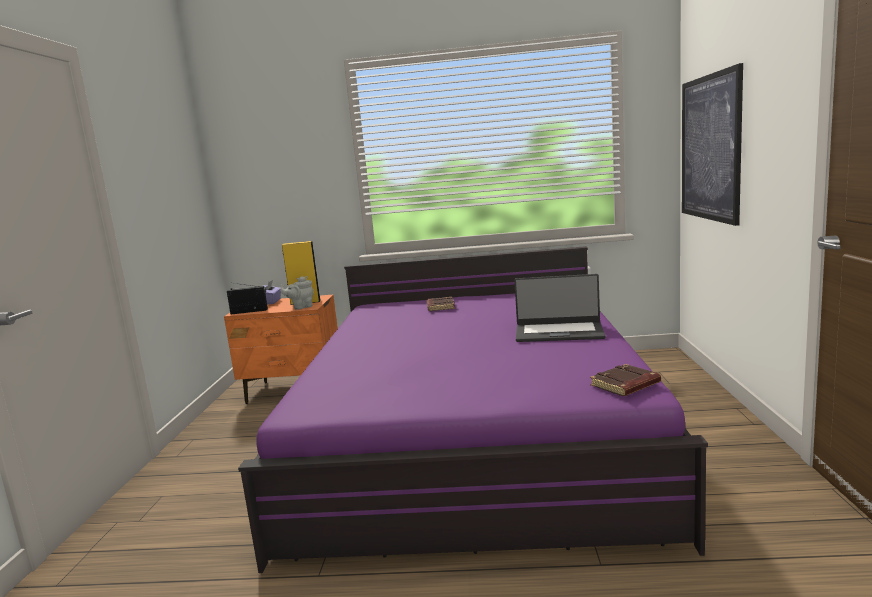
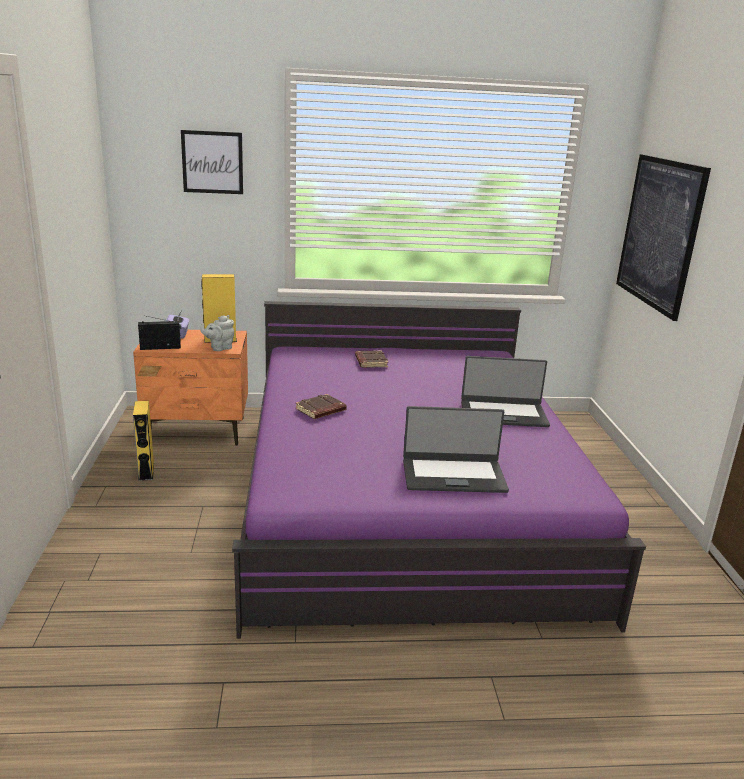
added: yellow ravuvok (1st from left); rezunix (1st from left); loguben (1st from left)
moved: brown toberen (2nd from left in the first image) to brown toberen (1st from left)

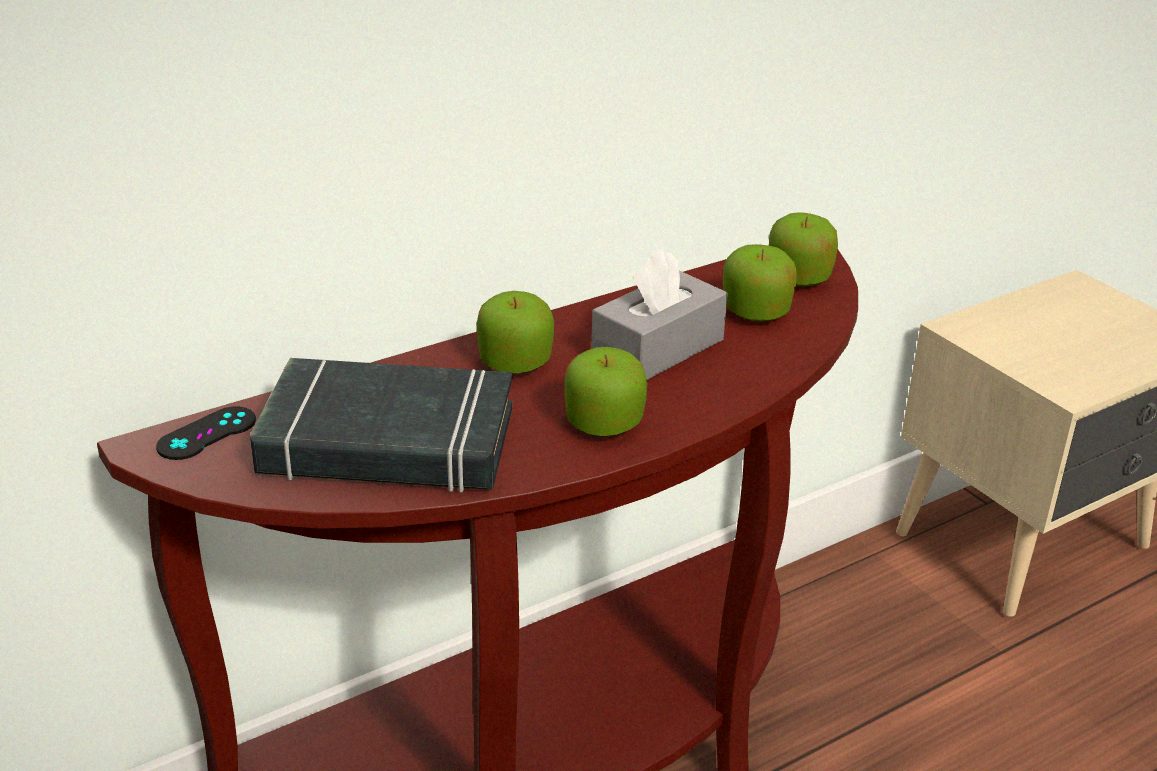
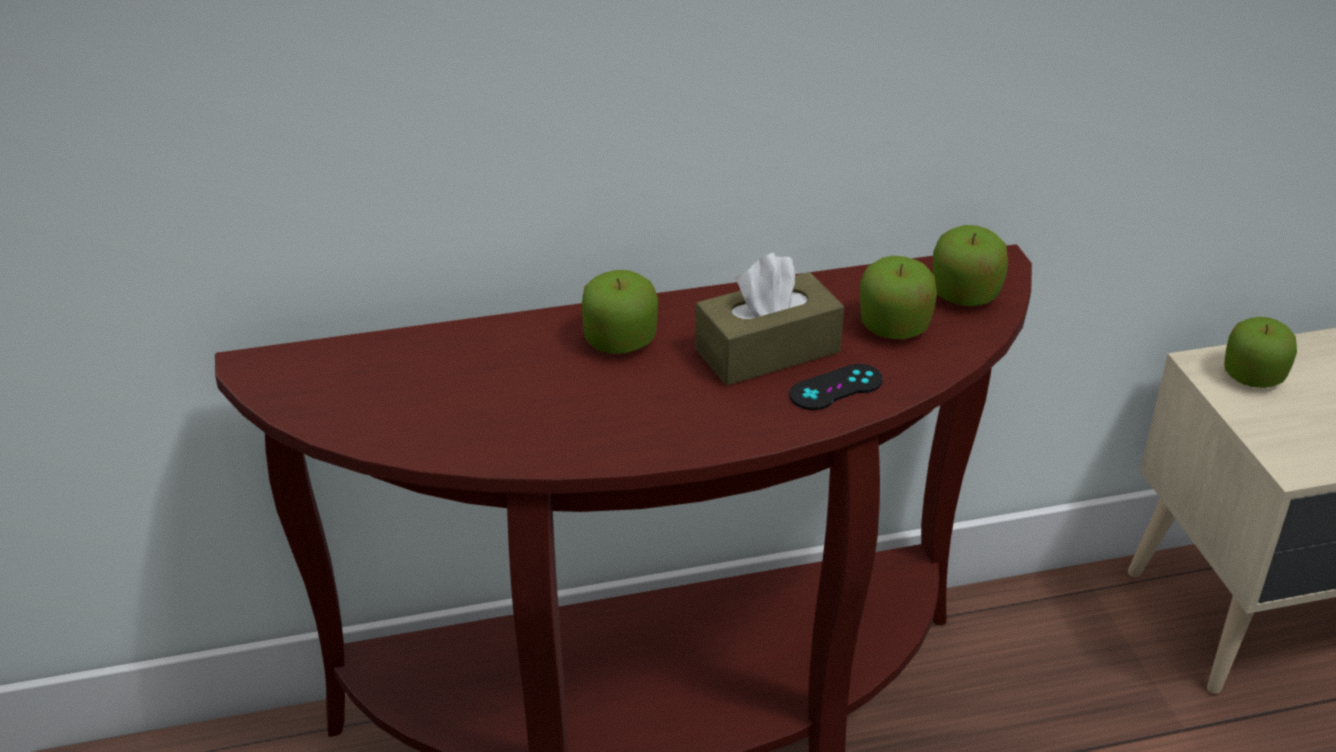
removed: black toberen
moved: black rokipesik; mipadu (2nd from left in the first image) to mipadu (4th from left)
recoloured: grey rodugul to brown rodugul

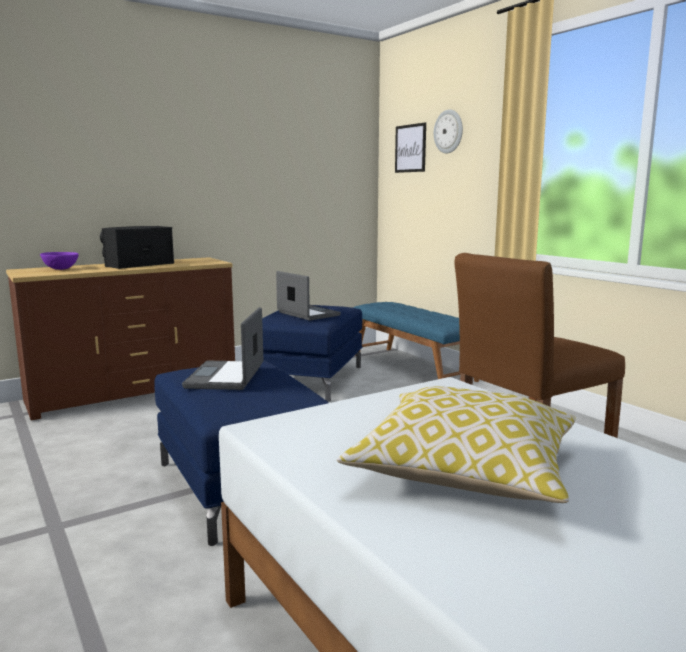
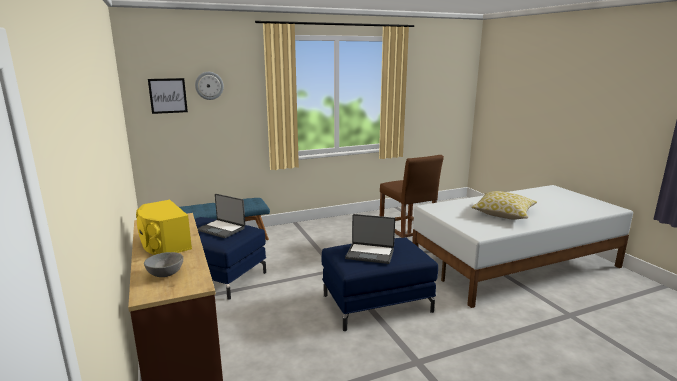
recoloured: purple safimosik to grey safimosik; black ravuvok to yellow ravuvok
turned: loguben (2nd from left in the first image) 120 degrees counterclockwise

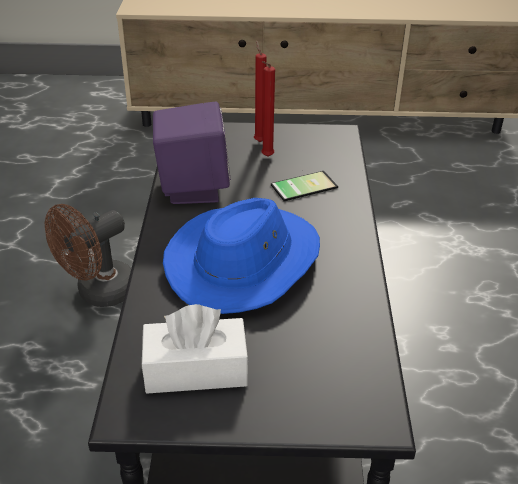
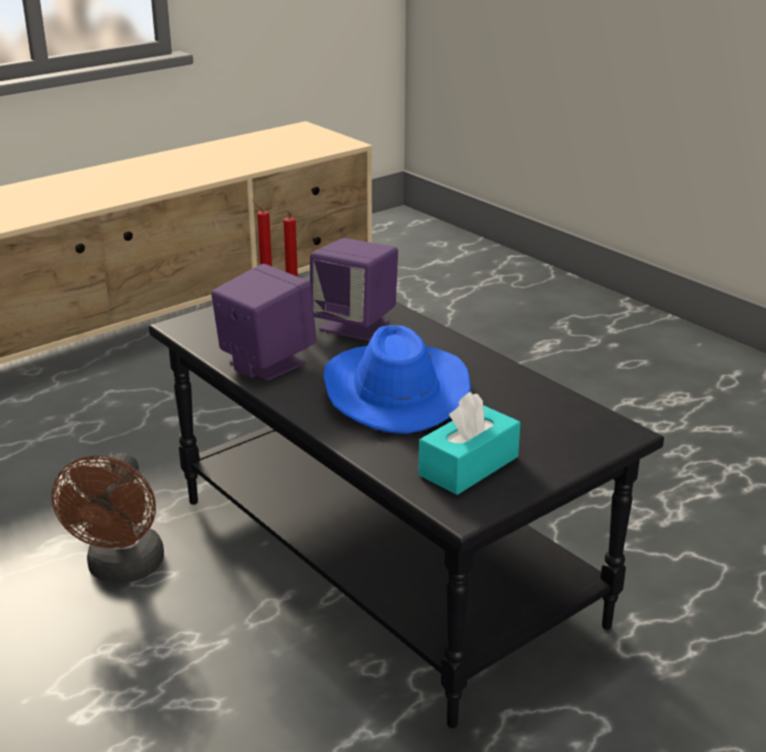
replaced: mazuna to purple ravuvok (2nd from left)
recoloured: white rodugul to turquoise rodugul

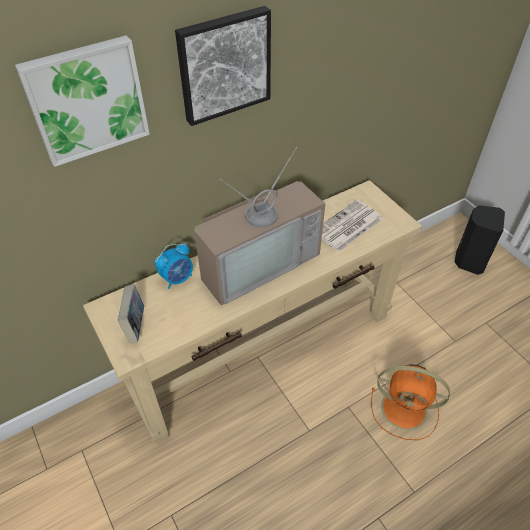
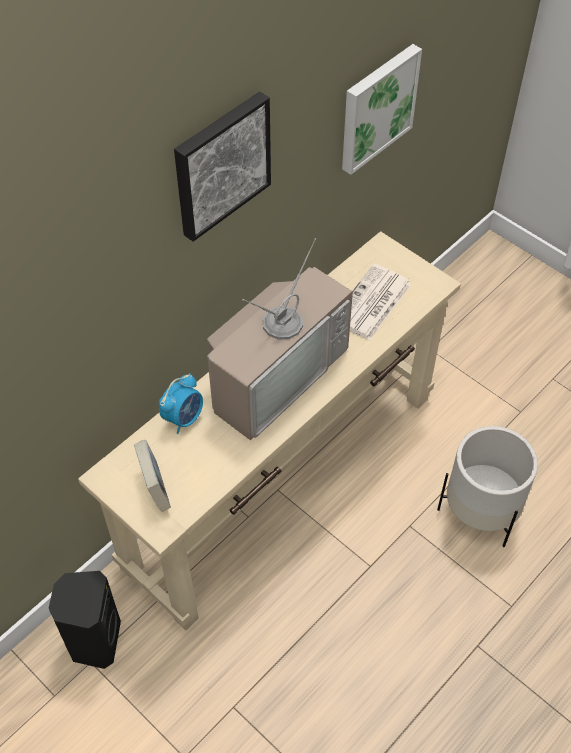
moved: rezunix (1st from left in the first image) to rezunix (2nd from left); black ravuvok
replaced: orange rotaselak to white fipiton

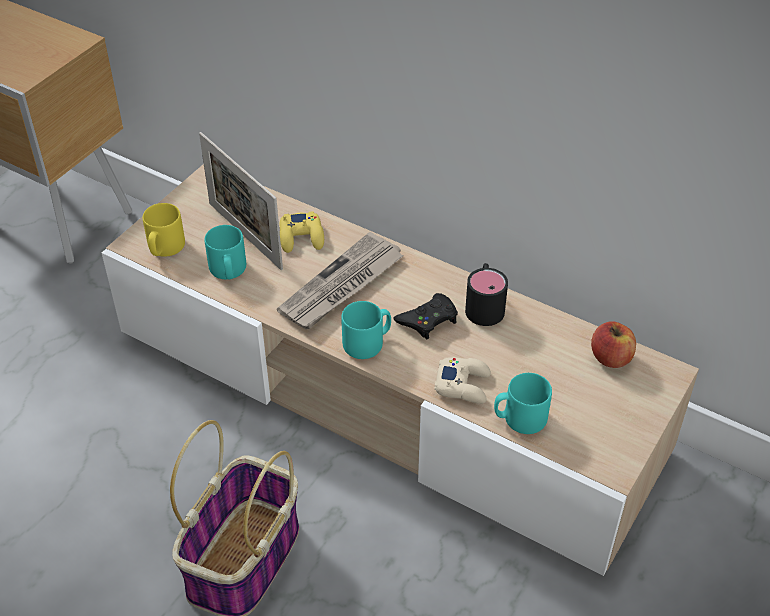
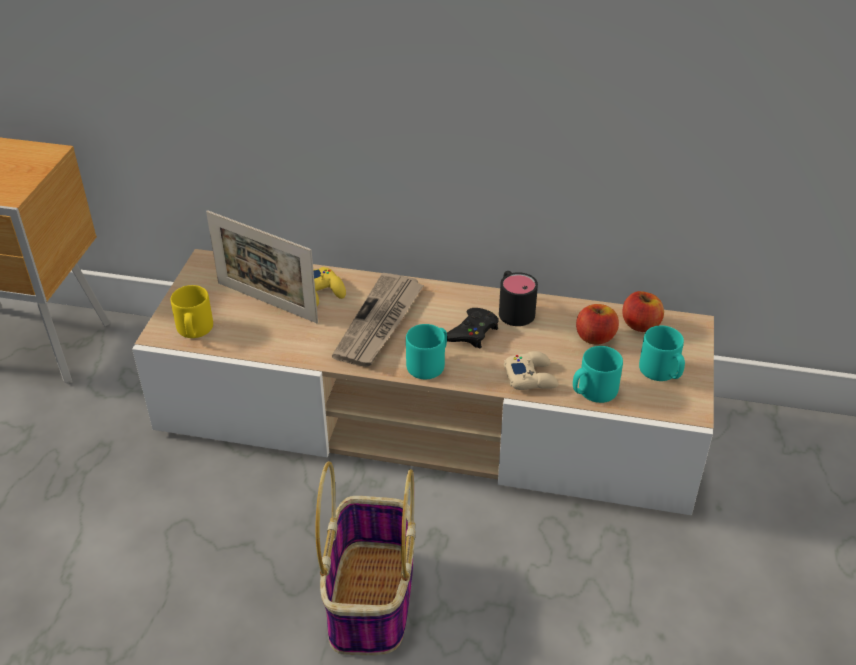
added: mipadu (1st from left)
moved: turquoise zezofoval (1st from left in the first image) to turquoise zezofoval (3rd from left)

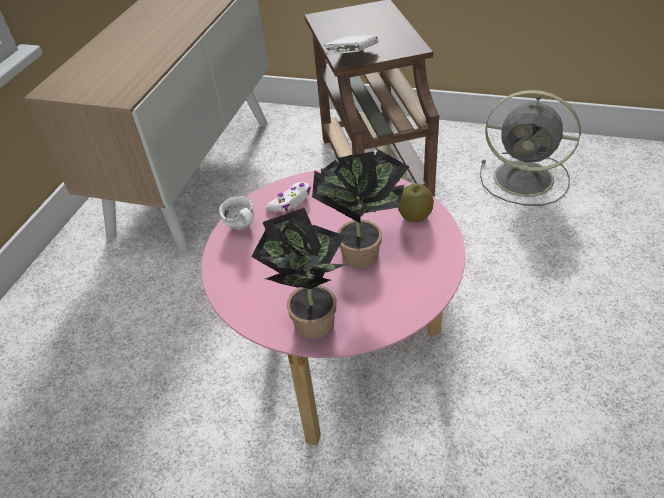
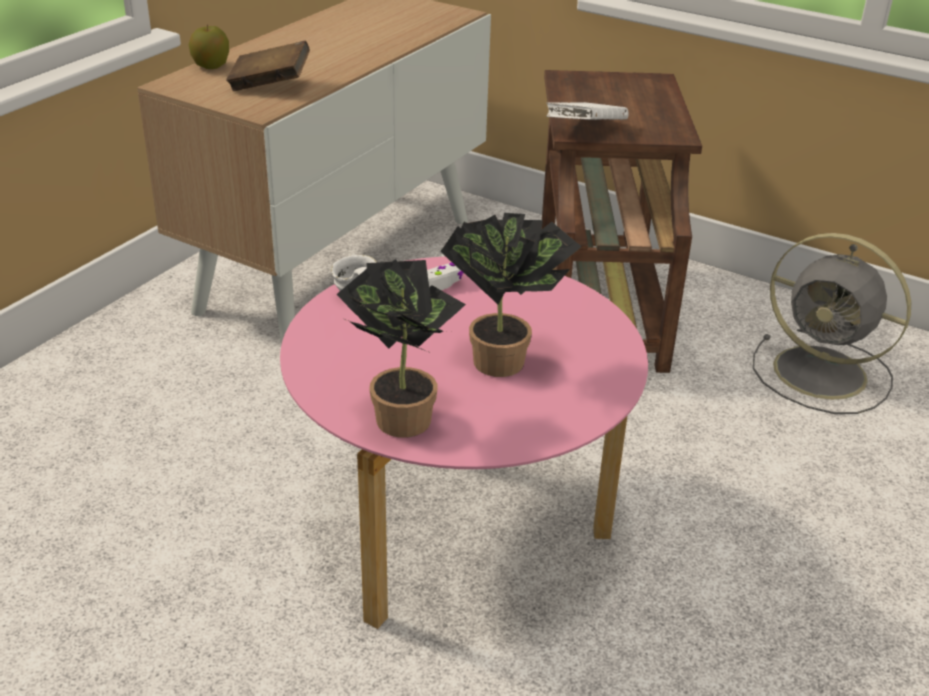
added: brown toberen
moved: mipadu

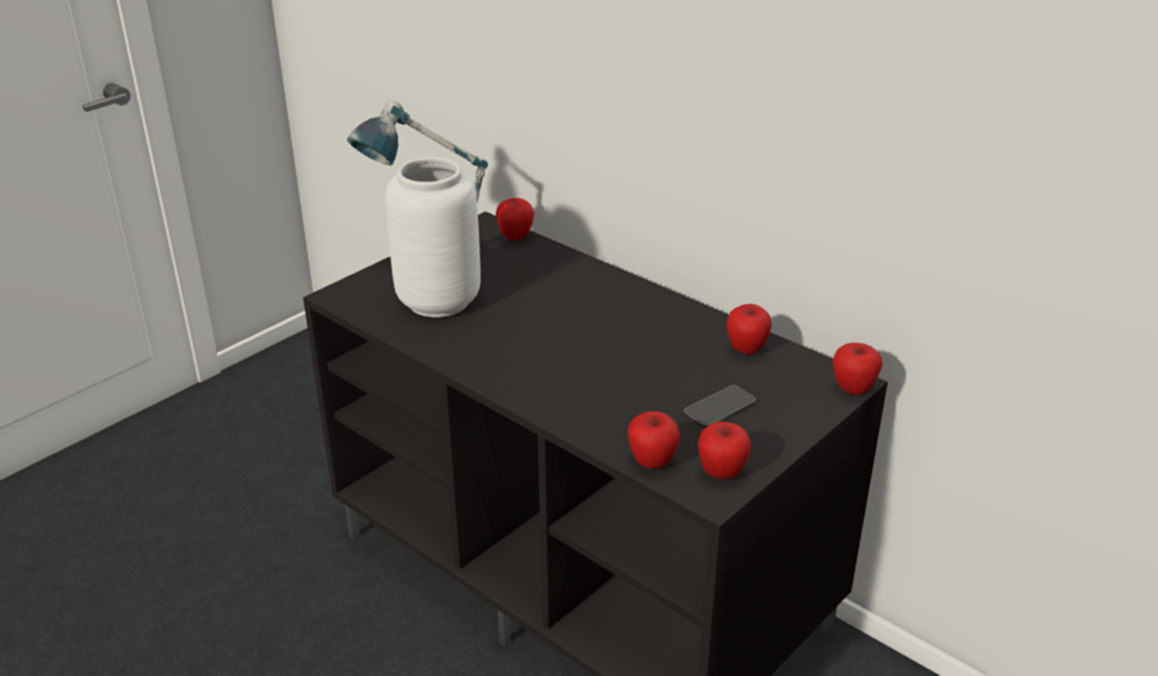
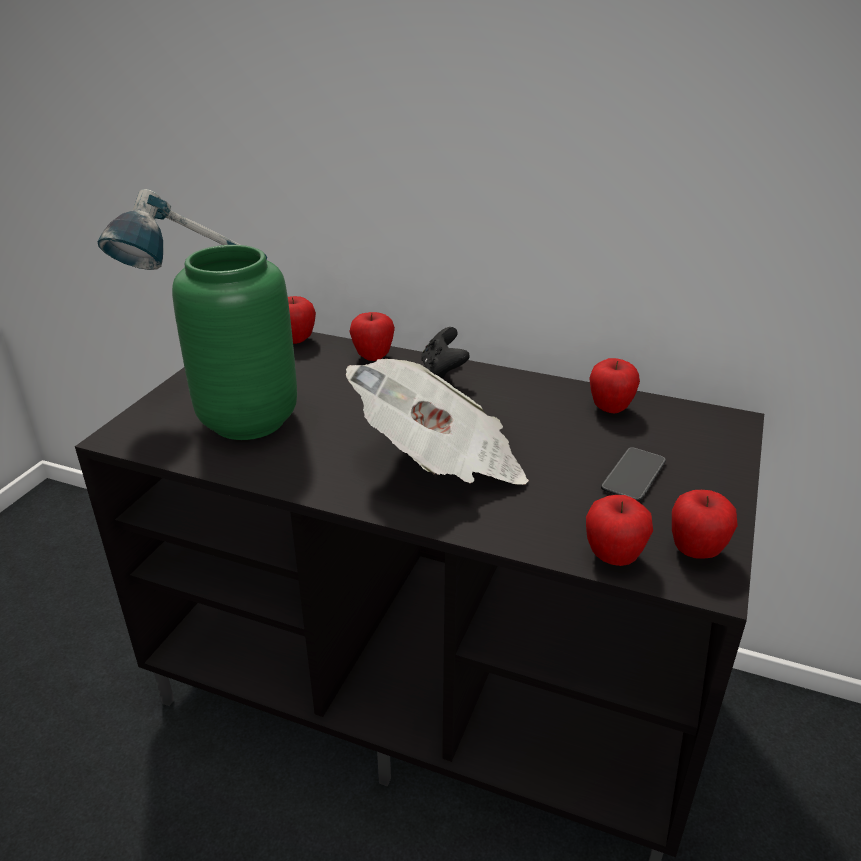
added: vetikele; black rokipesik
moved: mipadu (5th from left in the first image) to mipadu (2nd from left)
recoloured: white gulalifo to green gulalifo

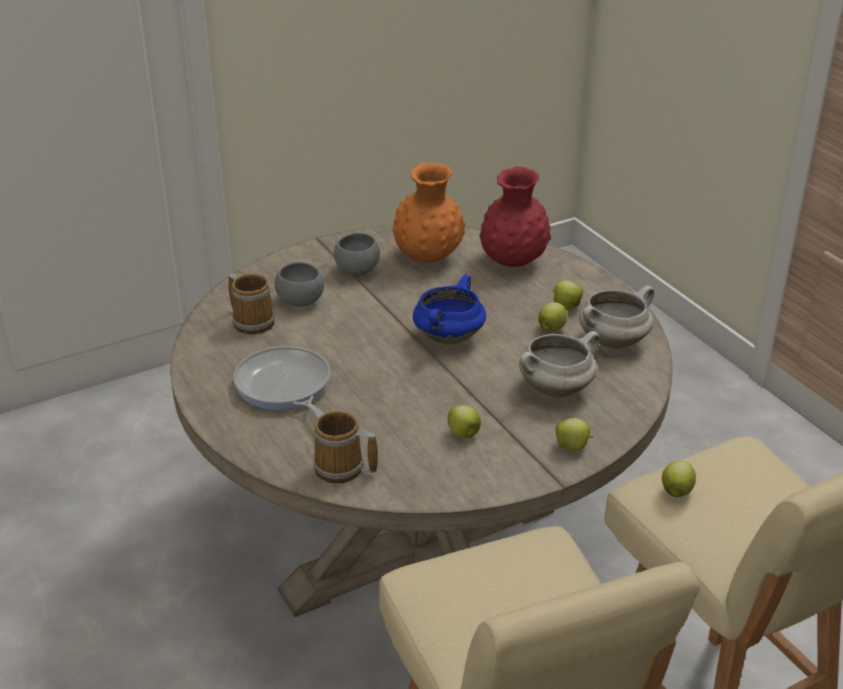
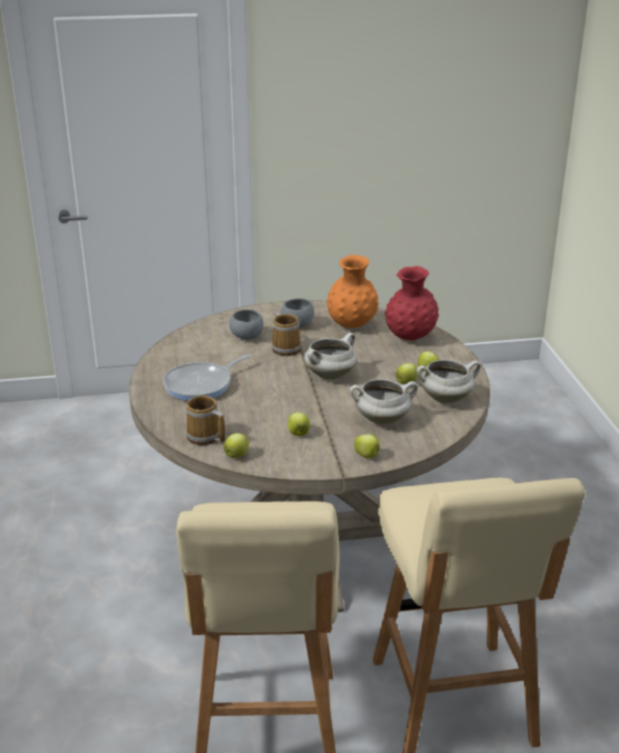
moved: zezofoval (1st from left in the first image) to zezofoval (2nd from left); mipadu (5th from left in the first image) to mipadu (1st from left)
recoloured: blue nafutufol to white nafutufol (1st from left)
turned: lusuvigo 120 degrees counterclockwise

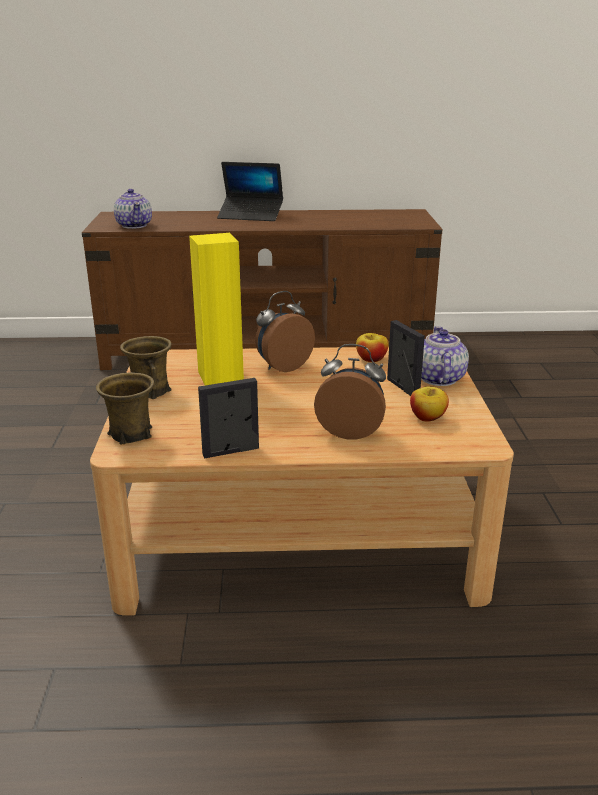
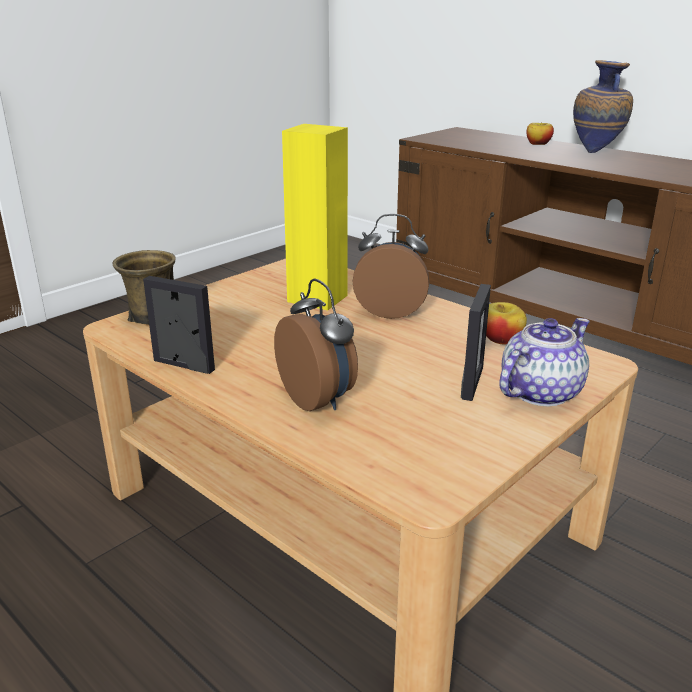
removed: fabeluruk (1st from left); brown zezofoval (2nd from left)
moved: mipadu (2nd from left)
replaced: loguben to gulalifo

